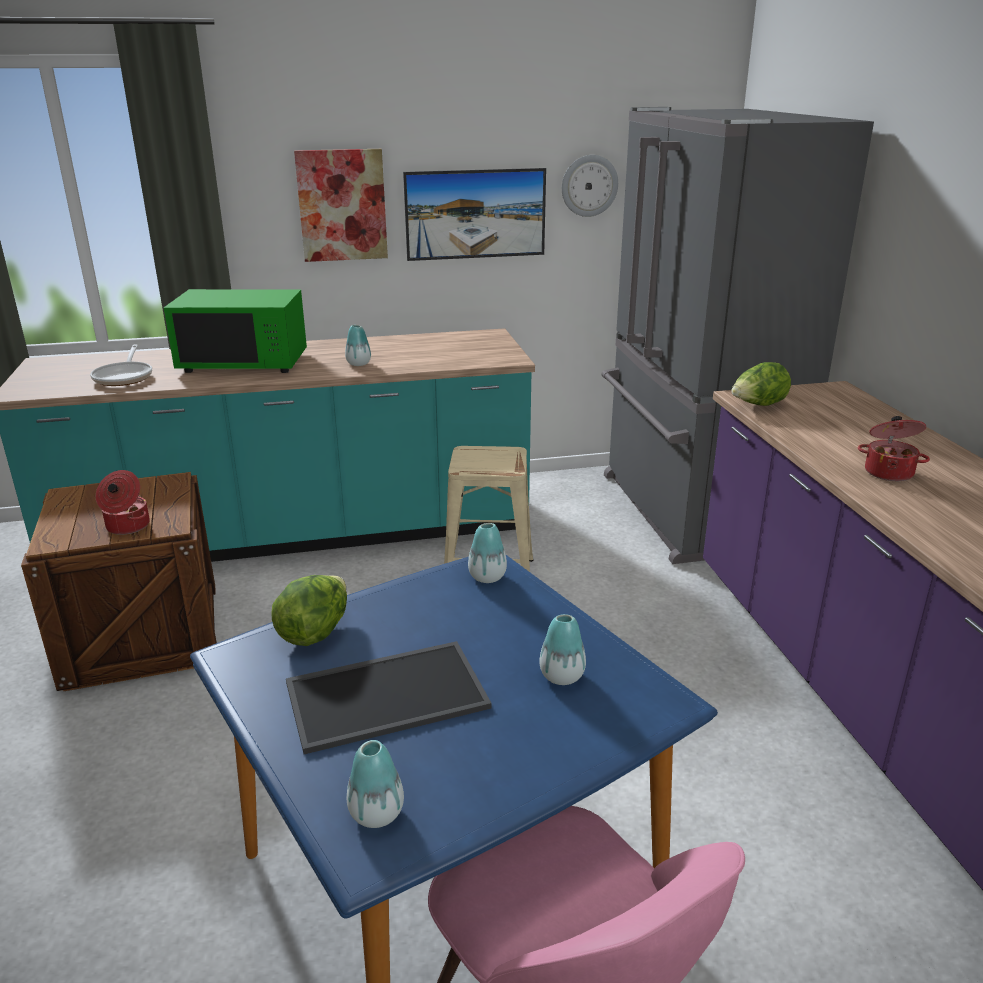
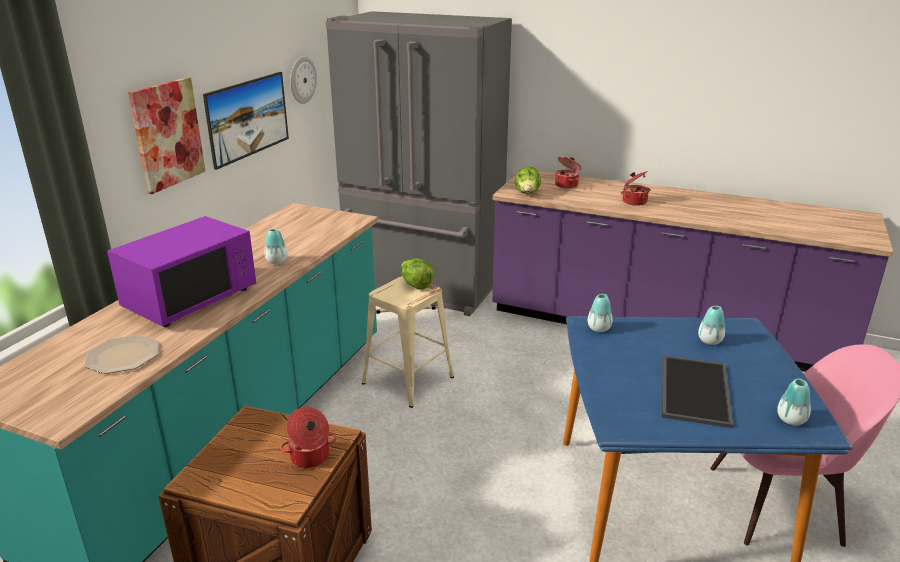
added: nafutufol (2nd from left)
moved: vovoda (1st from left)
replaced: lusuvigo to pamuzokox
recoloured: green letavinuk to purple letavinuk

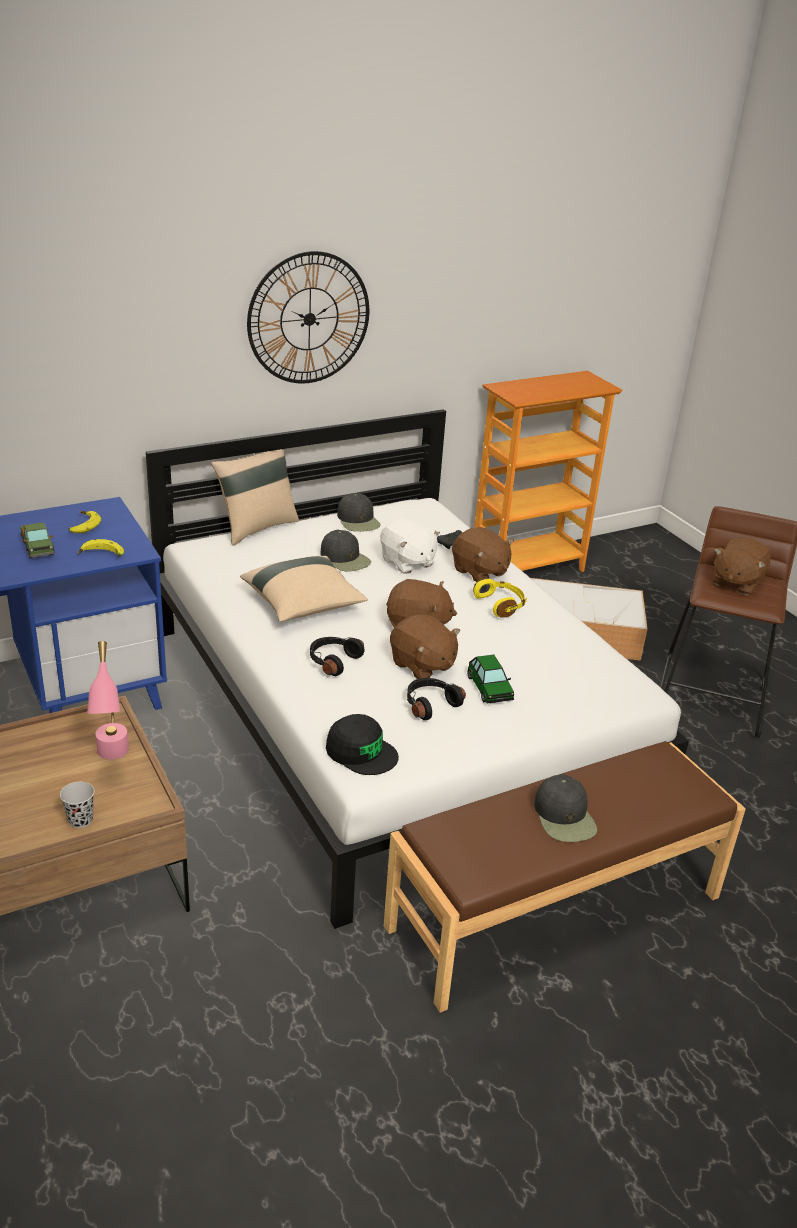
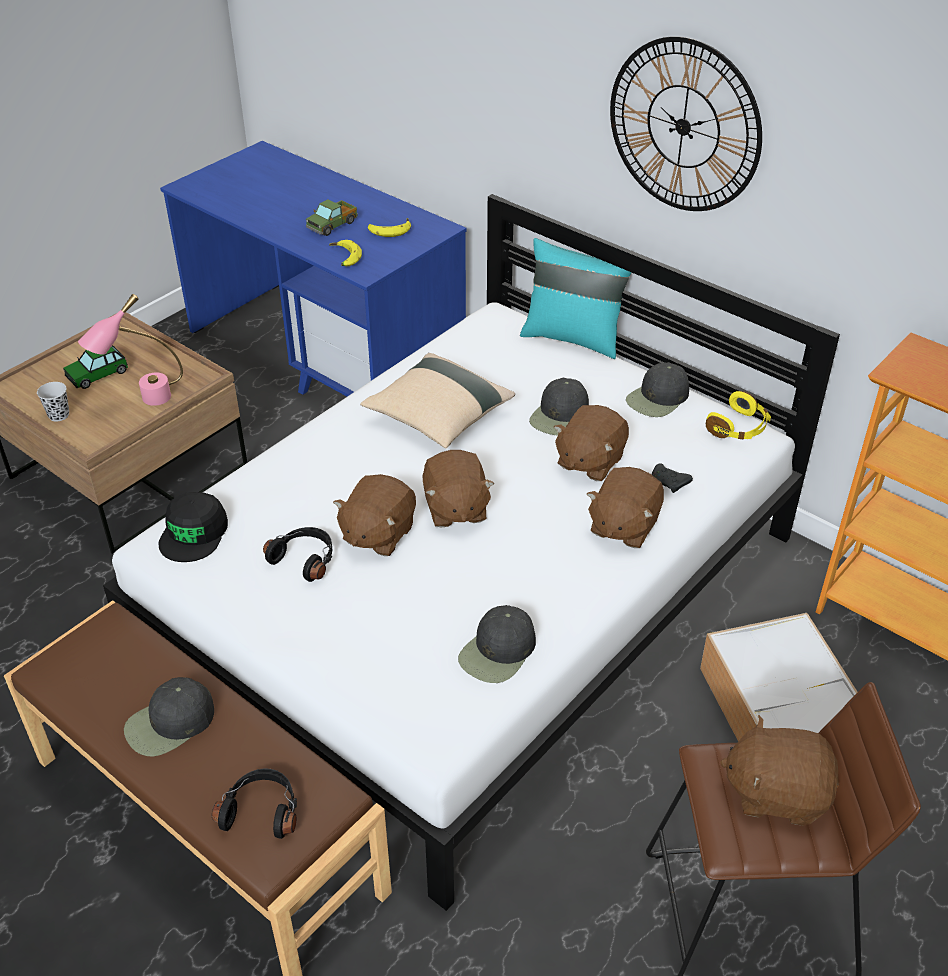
added: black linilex (3rd from left)
moved: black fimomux (1st from left); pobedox; yellow fimomux
recoloured: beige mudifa (1st from left) to turquoise mudifa; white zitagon to brown zitagon (3rd from left)

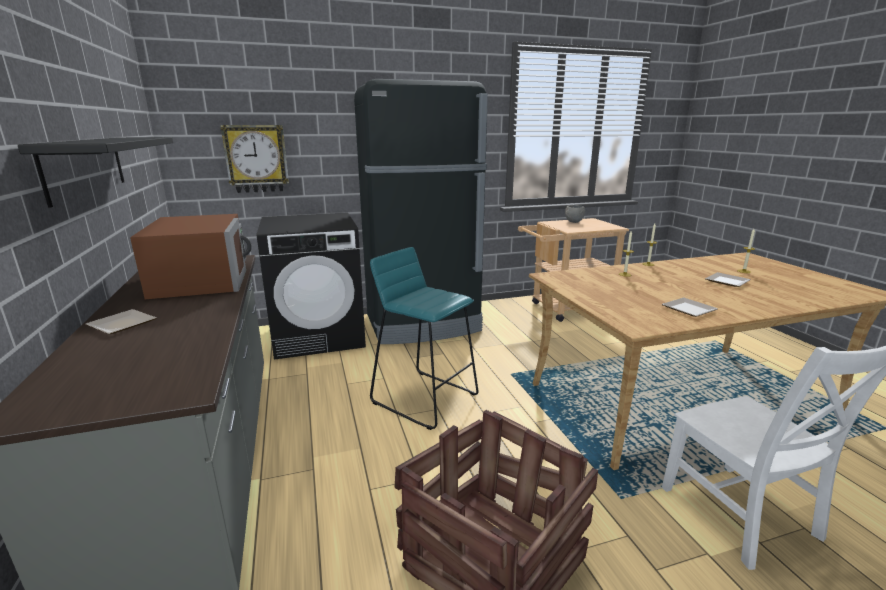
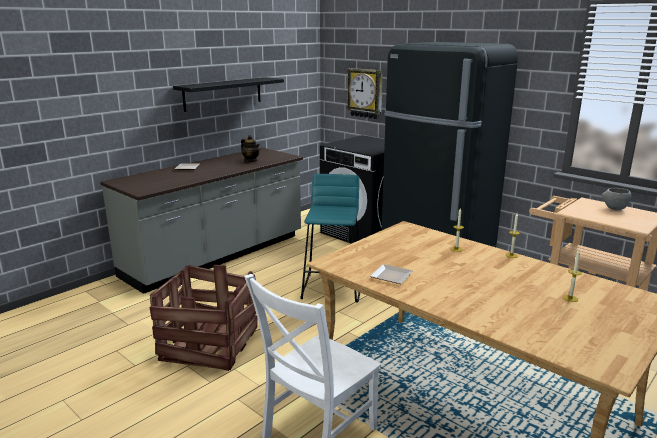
removed: pamuzokox (3rd from left)
replaced: brown letavinuk to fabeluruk

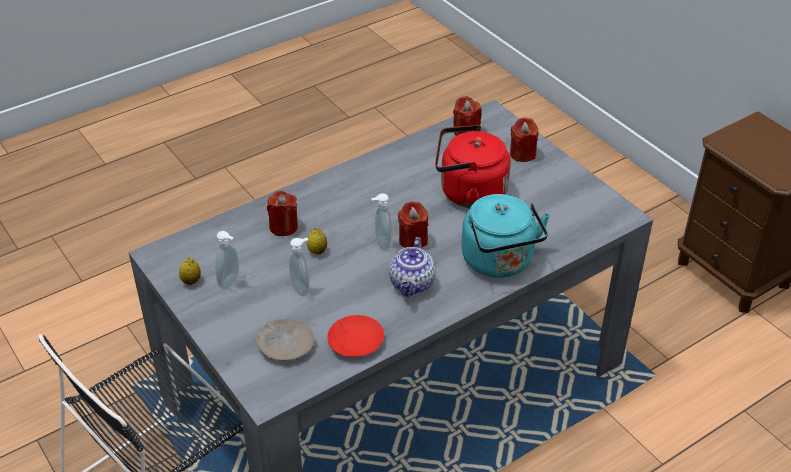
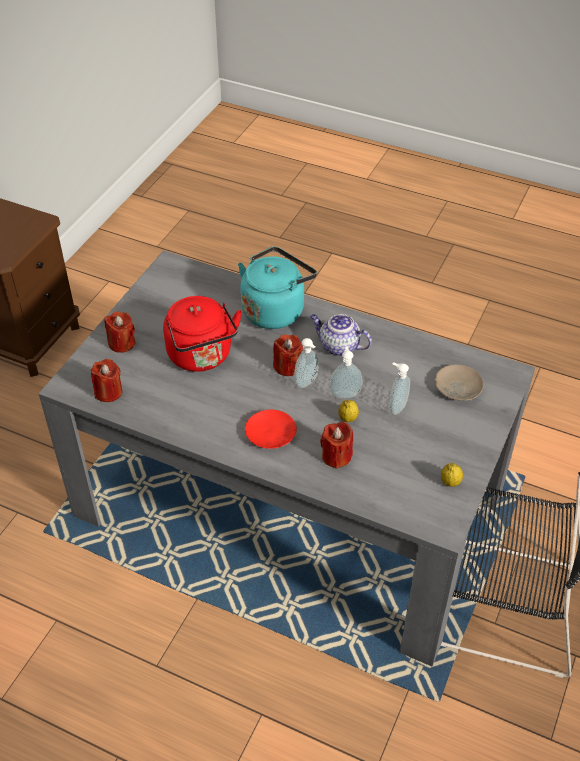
moved: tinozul (1st from left in the first image) to tinozul (2nd from left); red pamuzokox
turned: fabeluruk 135 degrees counterclockwise

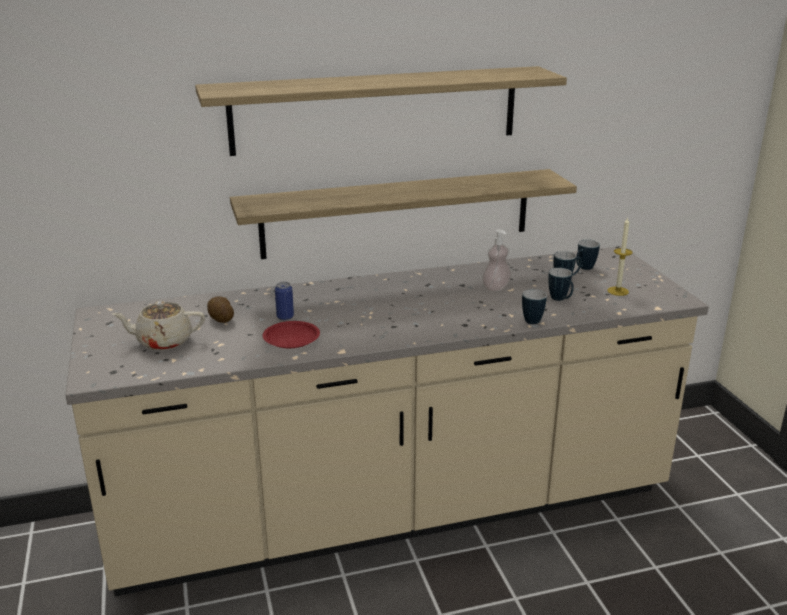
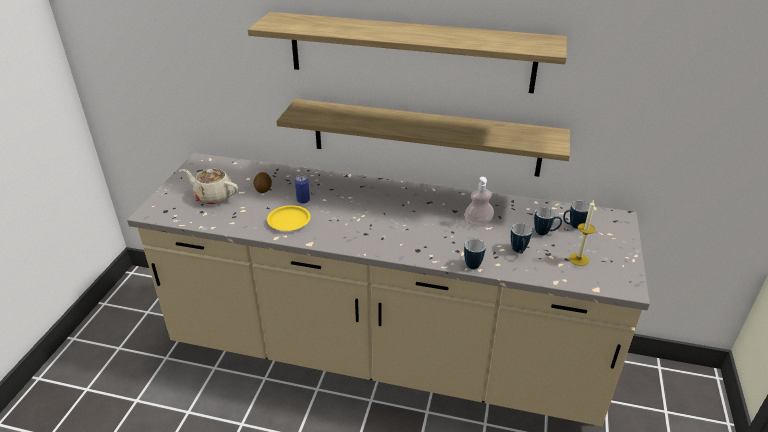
recoloured: red pamuzokox to yellow pamuzokox

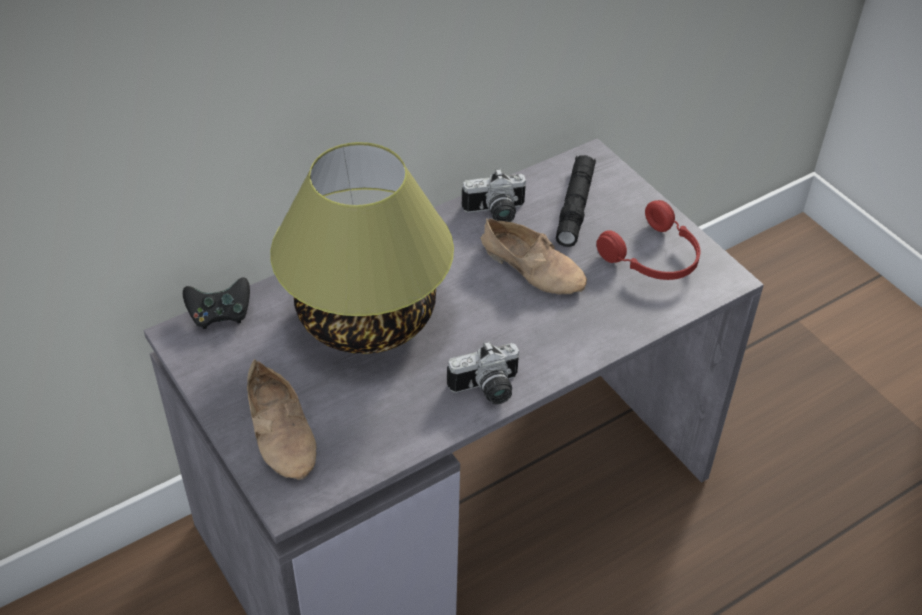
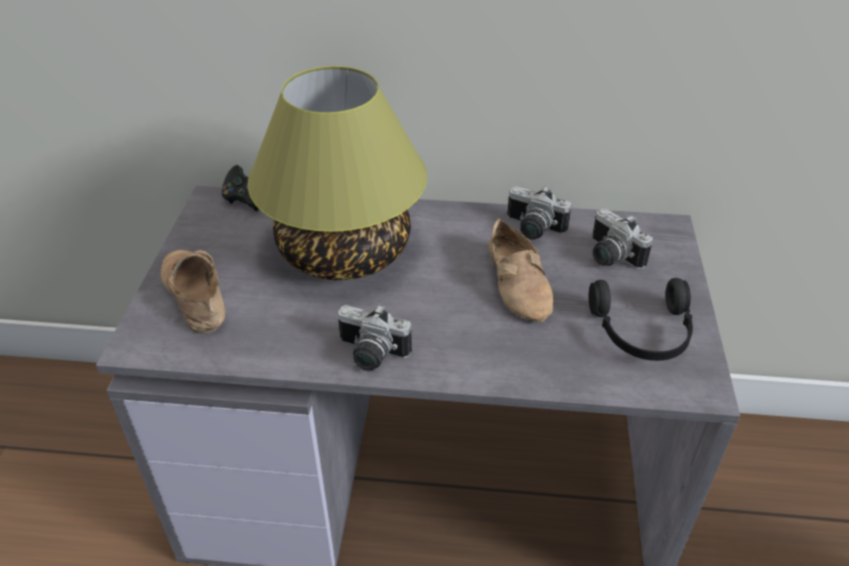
replaced: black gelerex to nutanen (3rd from left)
recoloured: red fimomux to black fimomux
turned: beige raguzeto (1st from left) 135 degrees clockwise

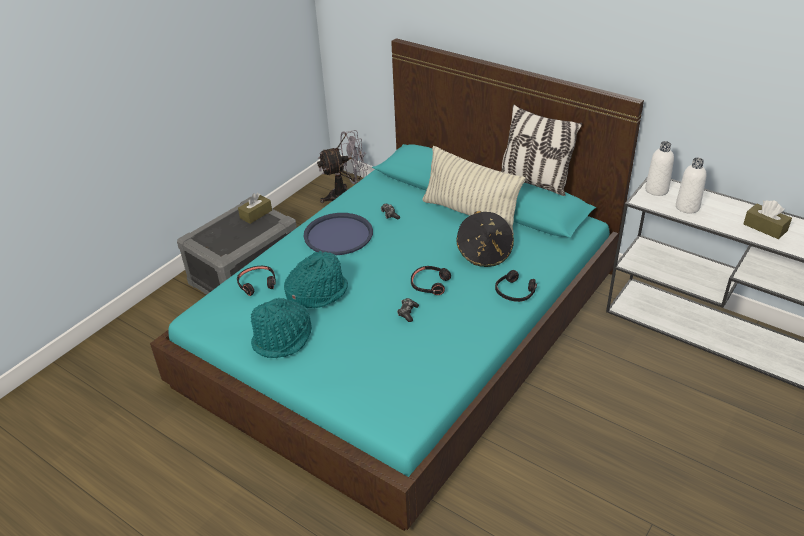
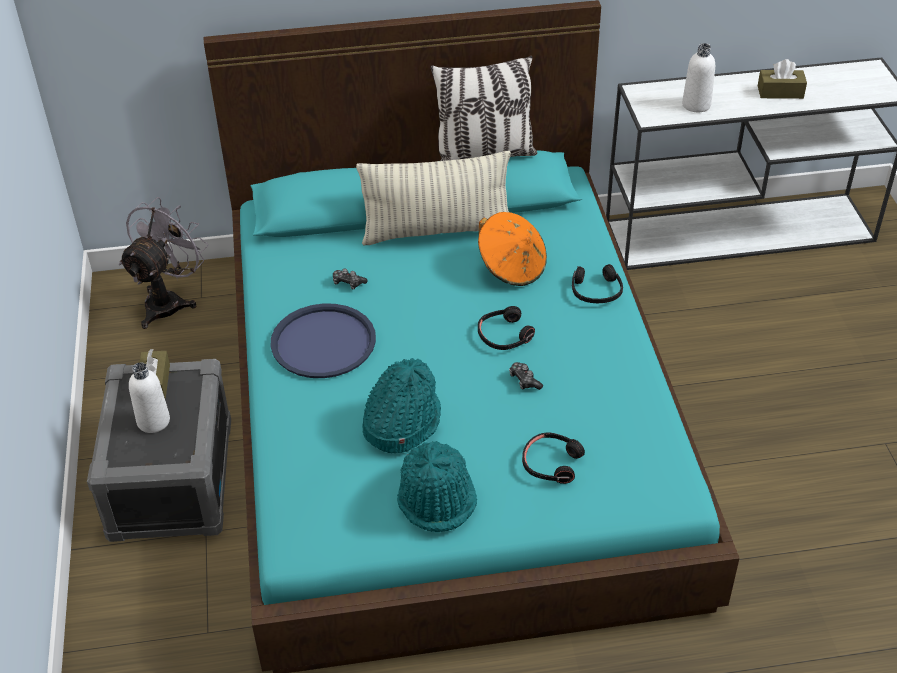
moved: black fimomux (1st from left in the first image) to black fimomux (2nd from left); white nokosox (1st from left)
recoloured: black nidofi to orange nidofi

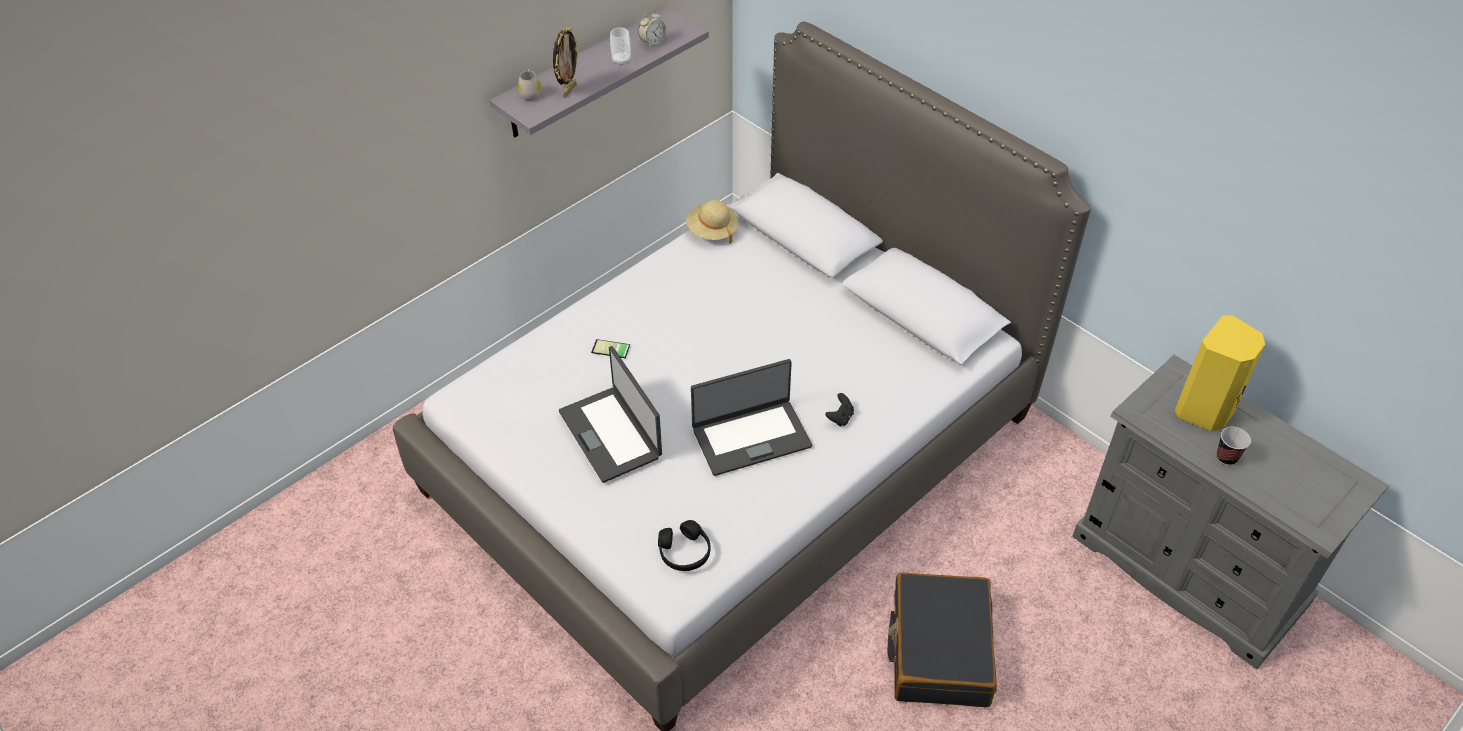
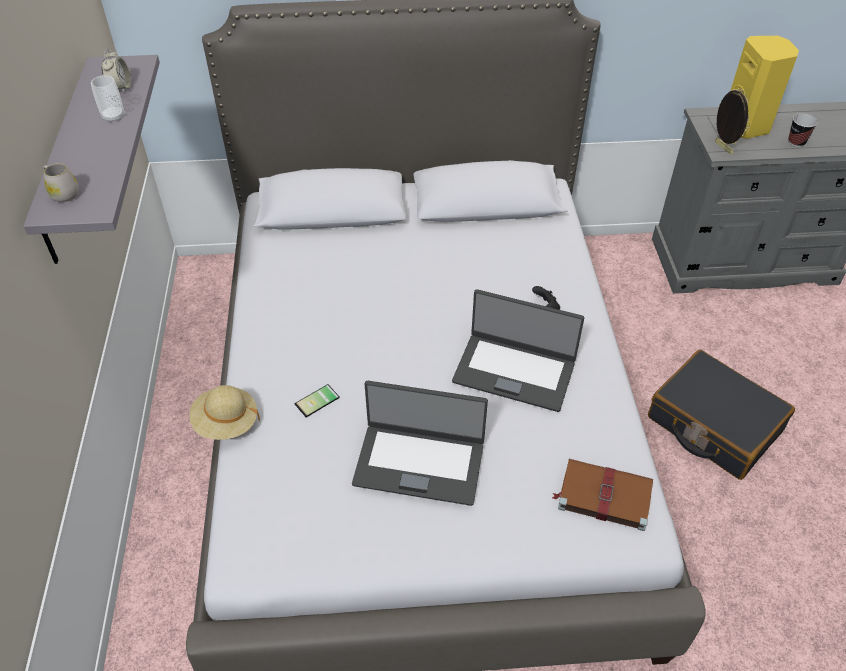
moved: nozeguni; beige nidofi
replaced: black fimomux to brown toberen
turned: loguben (2nd from left) 90 degrees clockwise

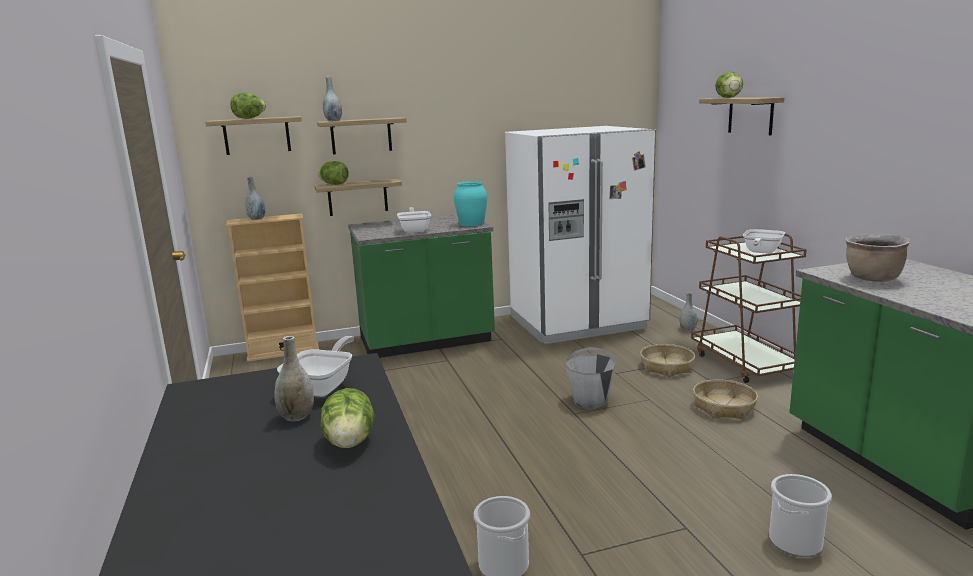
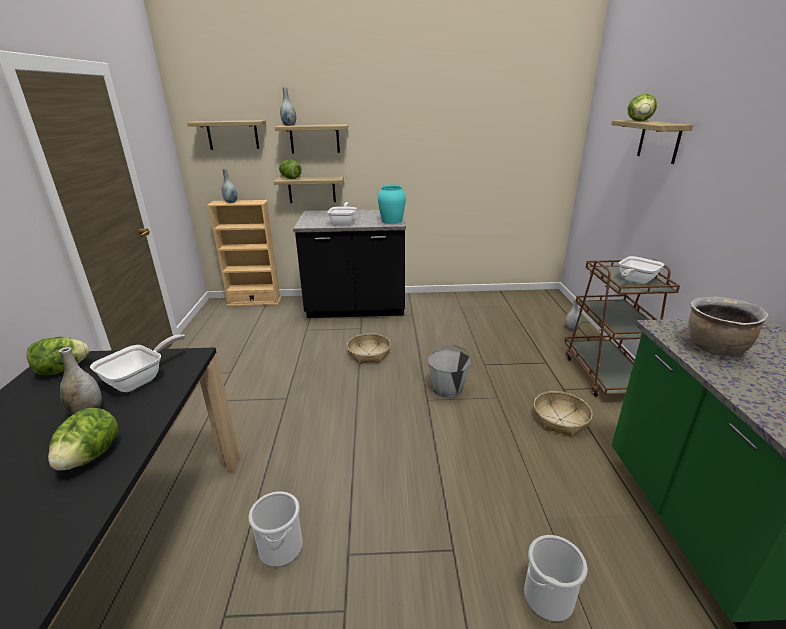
removed: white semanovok
moved: vovoda (1st from left); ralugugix (1st from left)
recoloured: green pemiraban (1st from left) to black pemiraban

